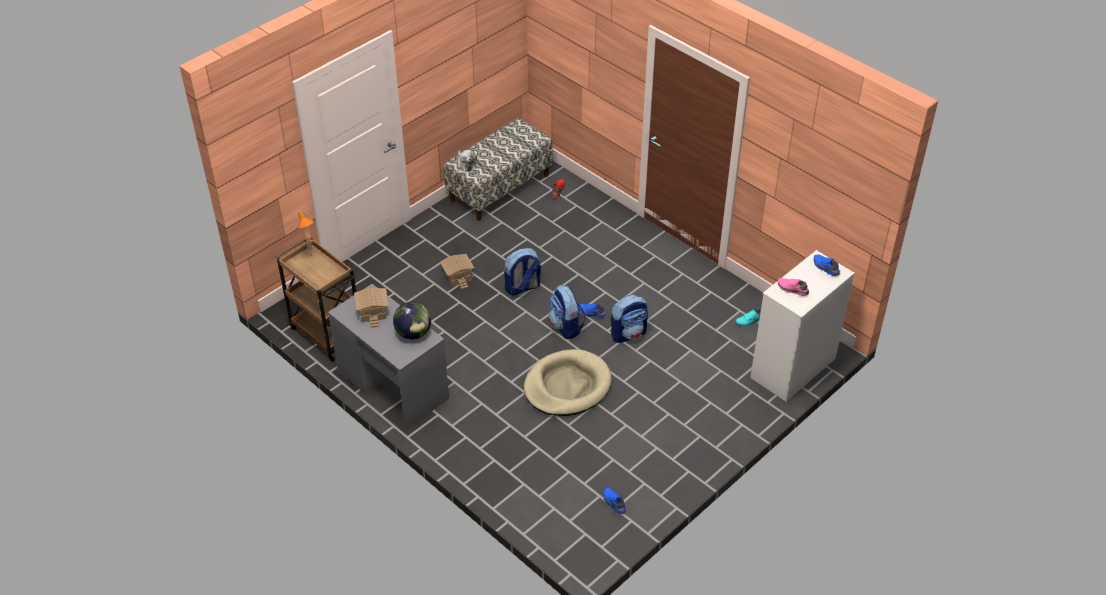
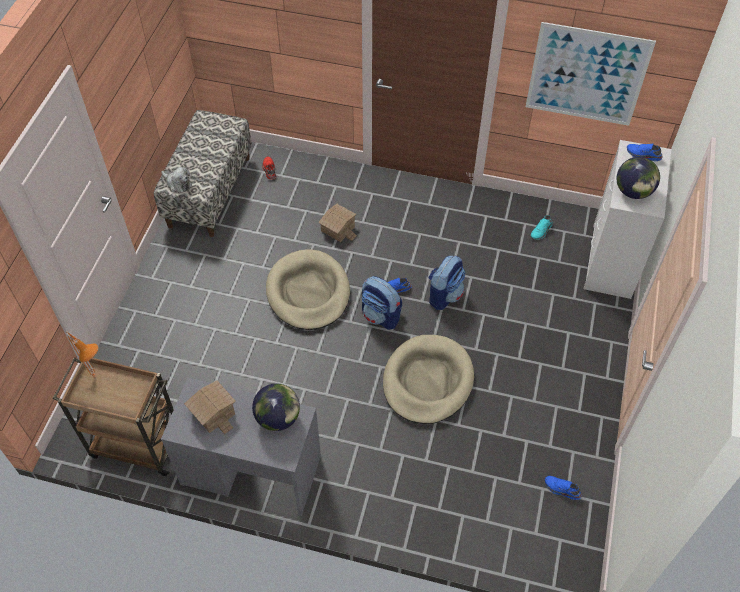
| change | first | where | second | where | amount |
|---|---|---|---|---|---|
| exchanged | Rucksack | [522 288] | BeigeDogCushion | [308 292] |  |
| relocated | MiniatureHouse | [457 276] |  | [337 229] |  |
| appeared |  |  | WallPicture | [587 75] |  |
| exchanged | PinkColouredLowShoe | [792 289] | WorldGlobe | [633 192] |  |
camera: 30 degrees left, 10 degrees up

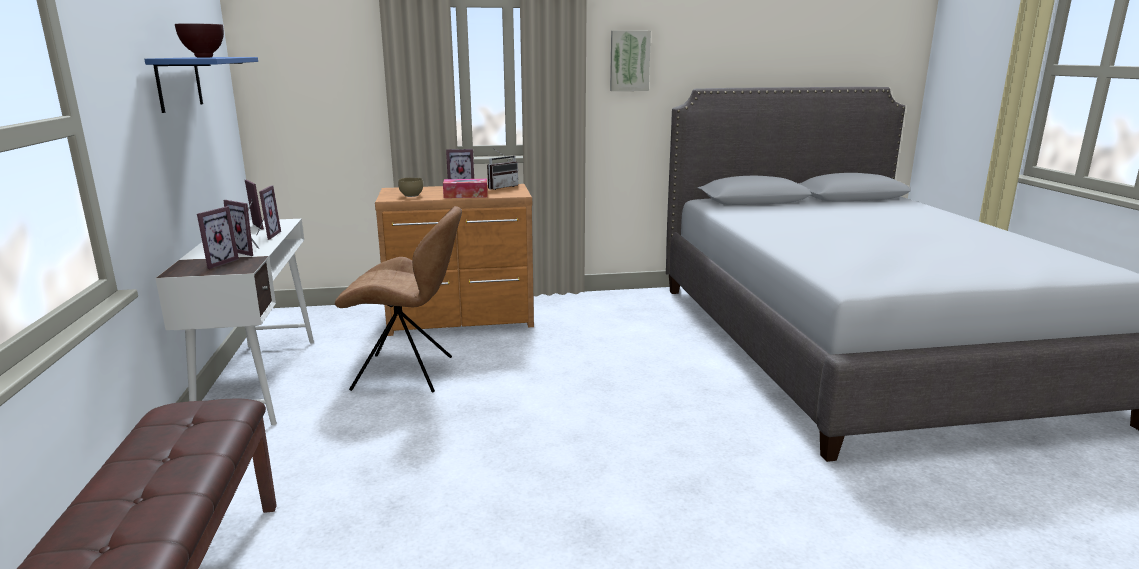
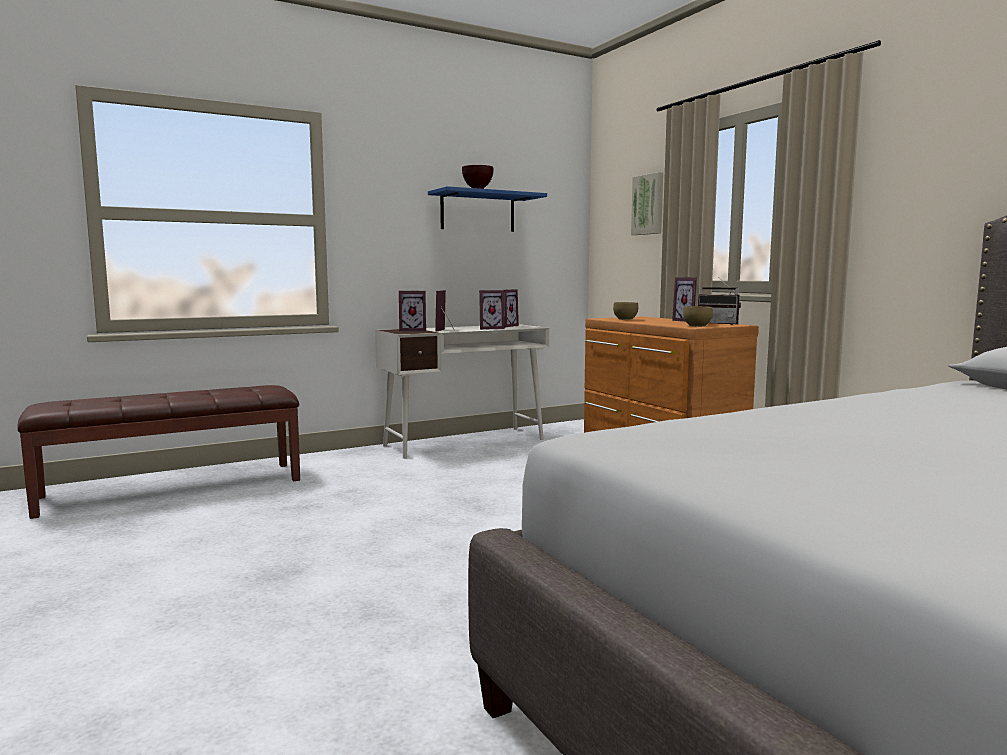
| change | first | where | second | where | amount |
|---|---|---|---|---|---|
| relocated | WallPicture | [629 61] |  | [648 204] |  |
| appeared |  |  | BrownColouredDeepDish | [698 326] |  |
| missing | BrownColouredChair | [407 373] |  |  |  |
| missing | TissueHolder | [465 195] |  |  |  |
camera: 70 degrees right, 10 degrees down

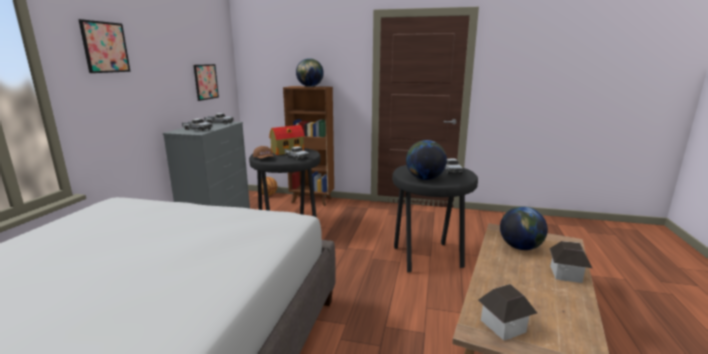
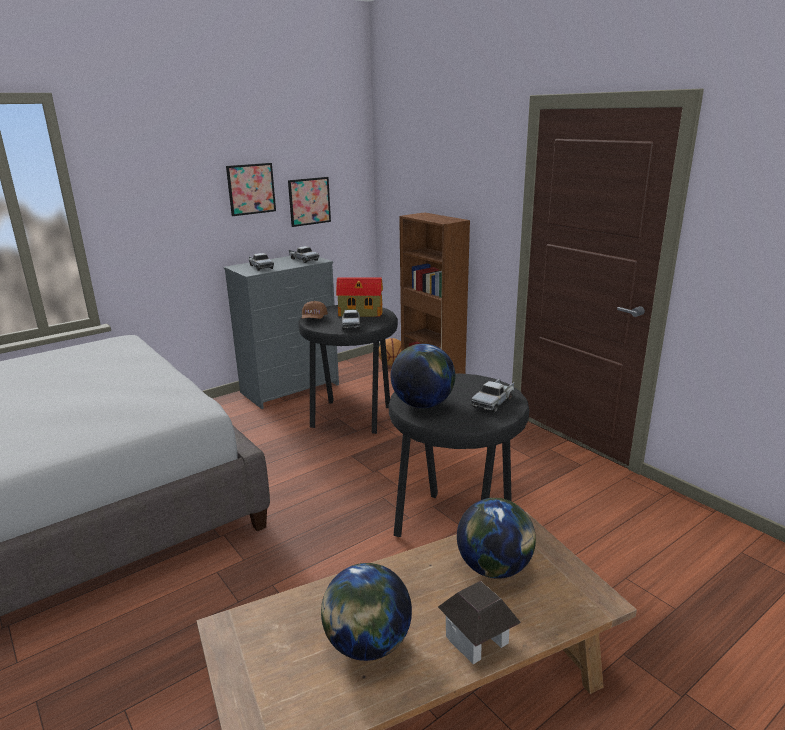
| change | first | where | second | where | amount |
|---|---|---|---|---|---|
| relocated | WallPicture | [105 47] |  | [251 189] |  |
| relocated | WorldGlobe | [310 86] |  | [367 644] |  |
| missing | MiniatureHouse | [503 326] |  |  |  |
camera: 40 degrees right, 5 degrees up

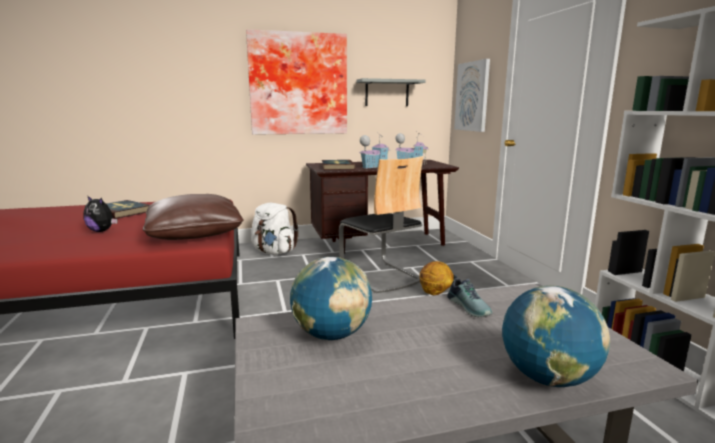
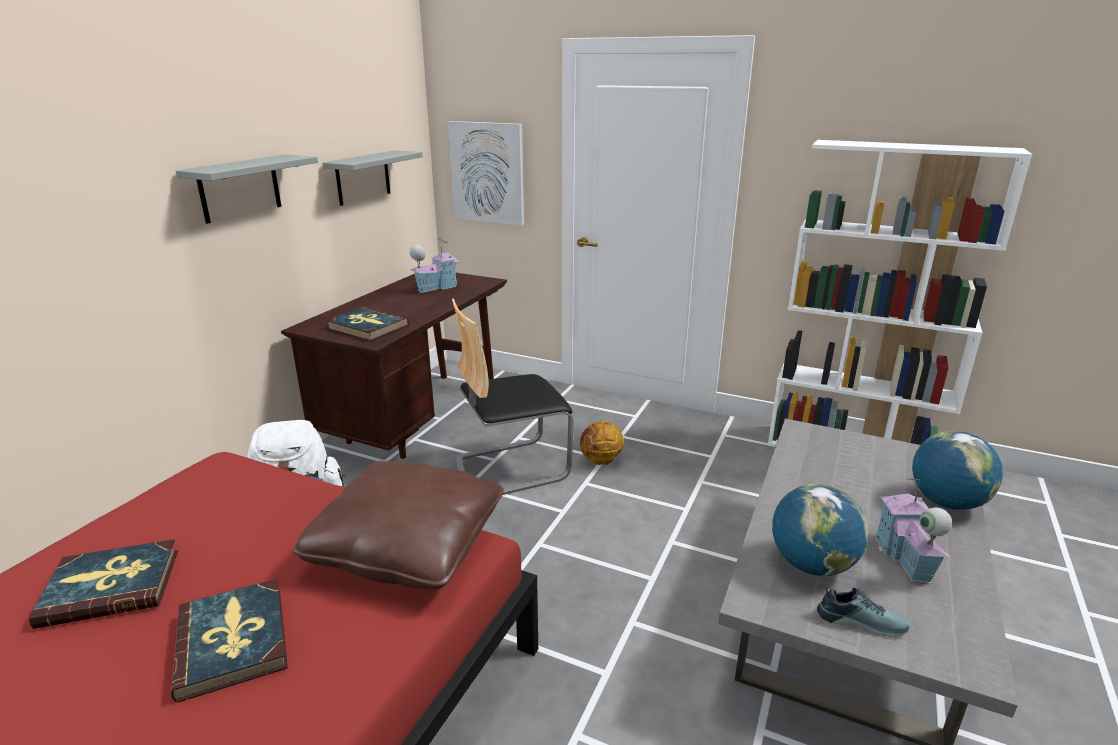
| change | first | where | second | where | amount |
|---|---|---|---|---|---|
| exchanged | PlushToy | [102 231] | Volume | [233 641] |  |
| exchanged | WallPicture | [298 84] | GreyishWallShelf | [240 188] |  |
| spun | Chair | [380 276] |  | [511 467] | 150 degrees clockwise |
| relocated | LowShoe | [470 307] |  | [860 620] |  |
| relocated | MiniatureHouse | [374 167] |  | [904 558] |  |
camera: 50 degrees left, 10 degrees up

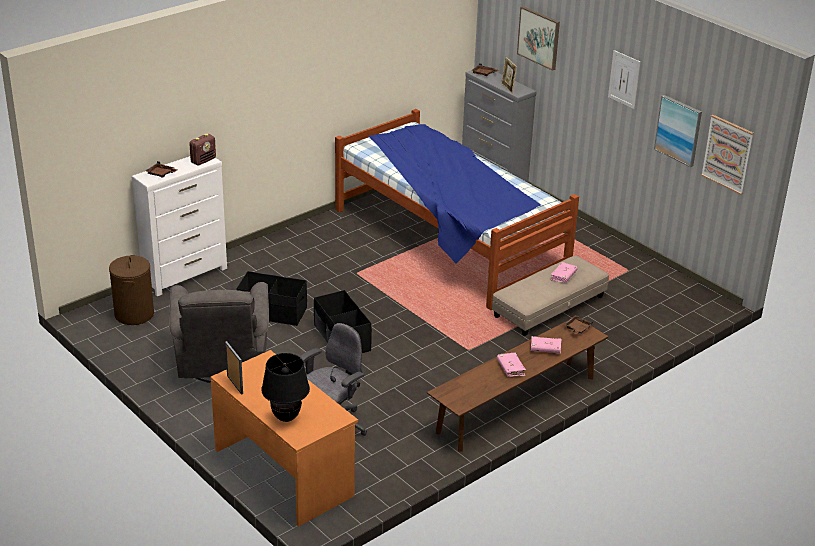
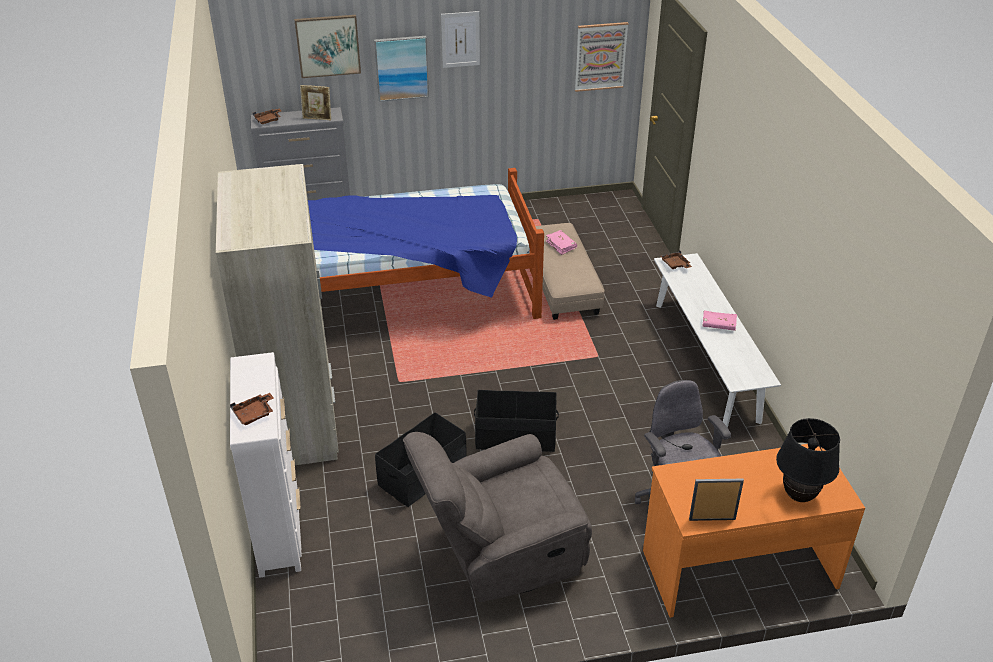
| change | first | where | second | where | amount |
|---|---|---|---|---|---|
| appeared |  |  | BeigeWardrobe | [297 417] |  |
| relocated | WallPicture | [678 130] |  | [401 68] |  |
| spun | GreyishArmchair | [221 365] |  | [500 555] | 135 degrees clockwise |
| colour | BrownColouredLongSeat | [516 404] | WhiteLongSeat | [705 360] |  |
| missing | BrownColouredWashingBasket | [134 314] |  |  |  |
| missing | Radio | [203 160] |  |  |  |
| missing | PinkColouredVolume | [545 349] |  |  |  |
camera: 60 degrees left, 5 degrees up

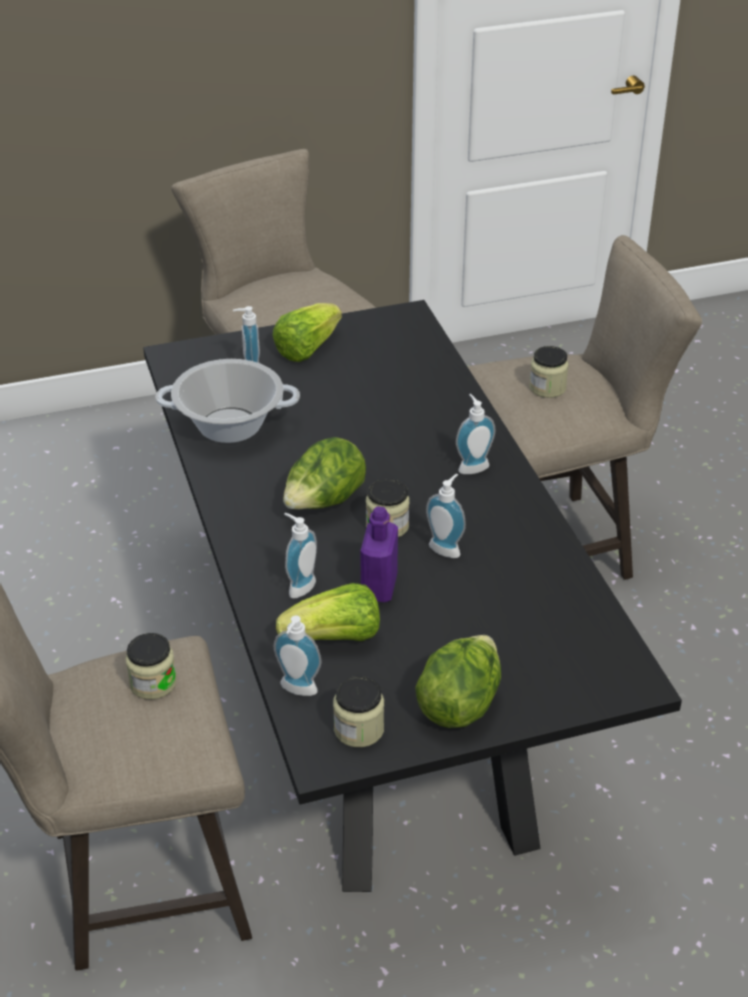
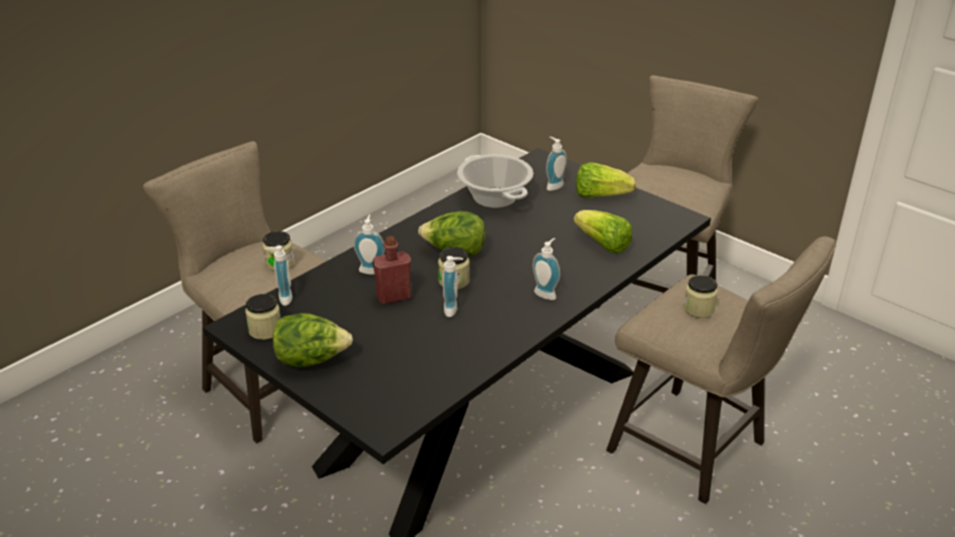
| change | first | where | second | where | amount |
|---|---|---|---|---|---|
| colour | PurpleColouredDrinkBottle | [379 587] | ReddishDrinkBottle | [394 297] |  |
| relocated | Lettuce | [335 638] |  | [602 245] |  |
camera: 60 degrees right, 5 degrees down

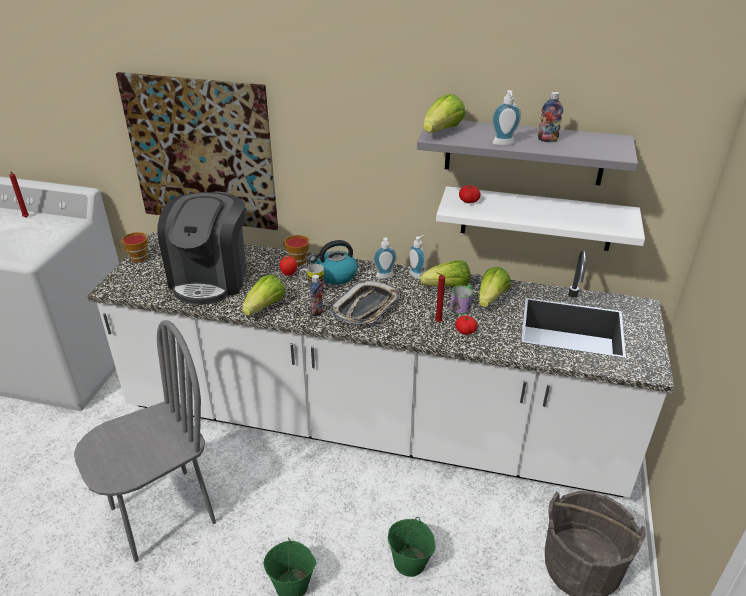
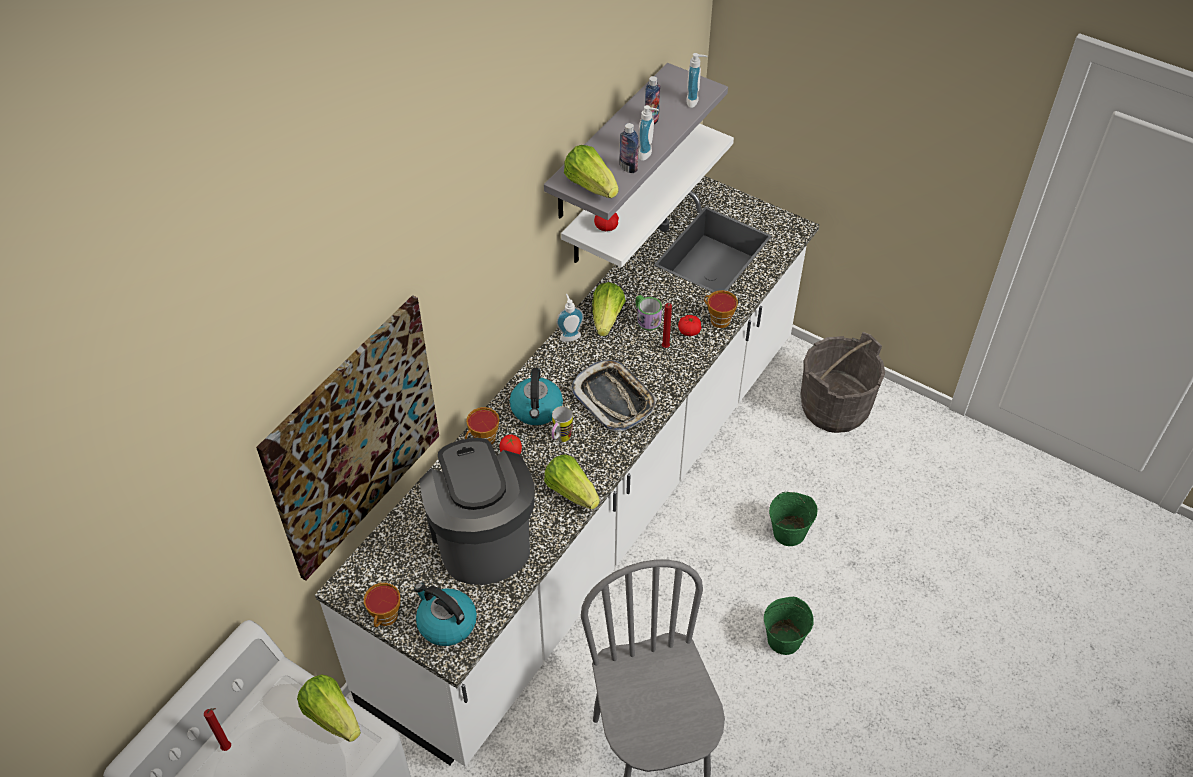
| change | first | where | second | where | amount |
|---|---|---|---|---|---|
| relocated | Lettuce | [491 299] |  | [332 716] |  |
| appeared |  |  | TeaKettle | [446 623] |  |
| spun | CoffeeMaker | [210 278] |  | [481 537] | 135 degrees counterclockwise |
| relocated | DrinkBottle | [317 312] |  | [628 167] |  |
| relocated | SoapDispenser | [385 277] |  | [695 101] |  |
| appeared |  |  | DrinkingCup | [717 319] |  |
camera: 70 degrees left, 15 degrees up

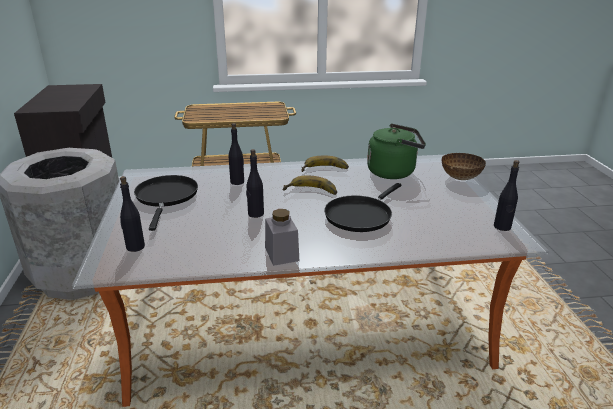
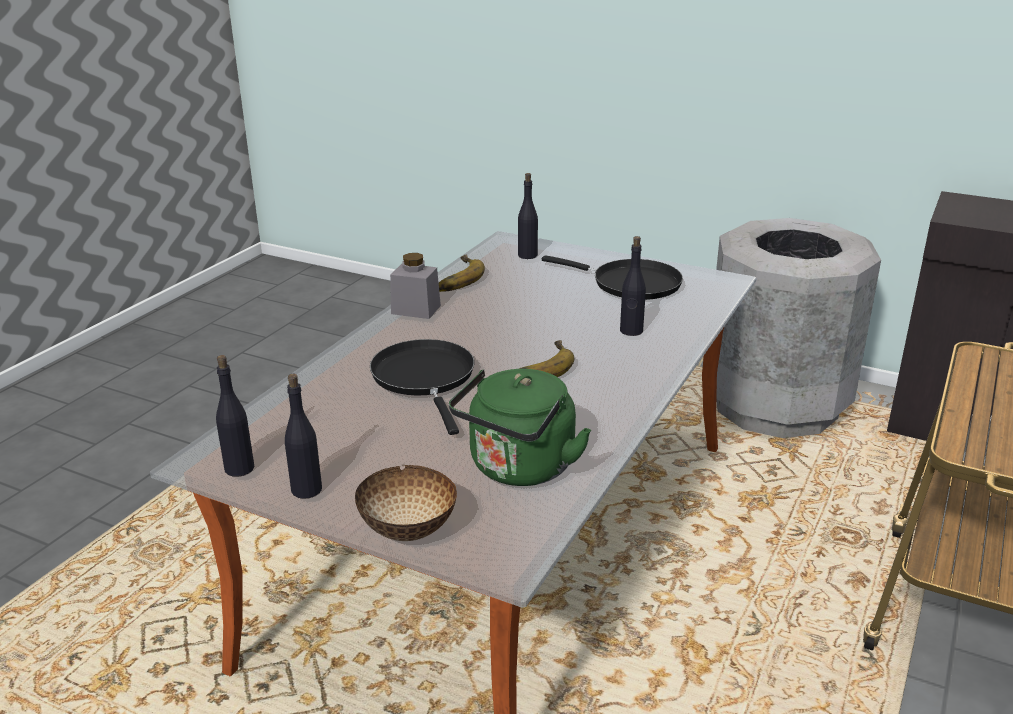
| change | first | where | second | where | amount |
|---|---|---|---|---|---|
| relocated | BlackishDrinkBottle | [255 214] |  | [307 489] |  |
| relocated | WholeBanana | [325 170] |  | [454 278] |  |
camera: 125 degrees right, 0 degrees up

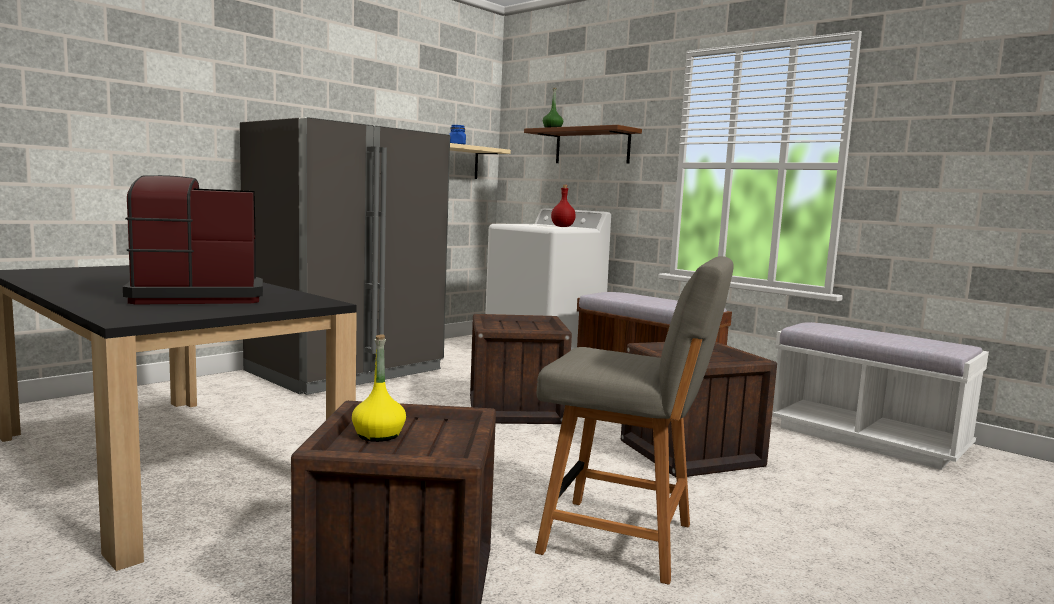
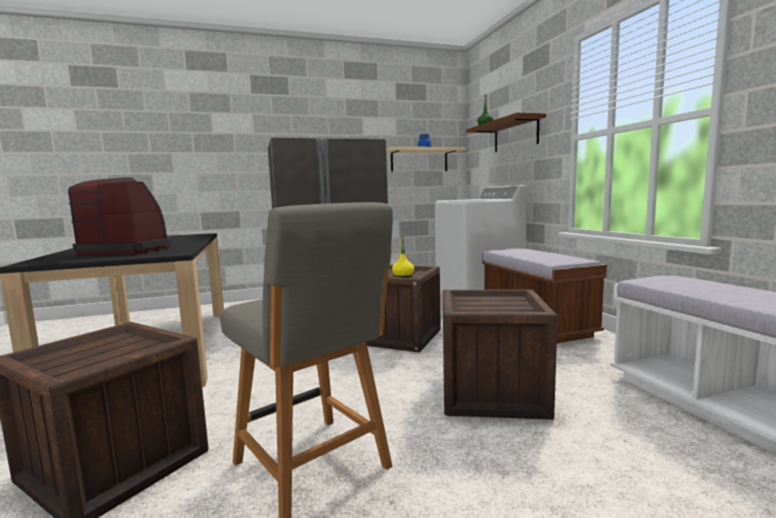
| change | first | where | second | where | amount |
|---|---|---|---|---|---|
| relocated | YellowishDrinkBottle | [378 435] |  | [403 276] |  |
| missing | ReddishDrinkBottle | [563 227] |  |  |  |
camera: 30 degrees right, 0 degrees up

